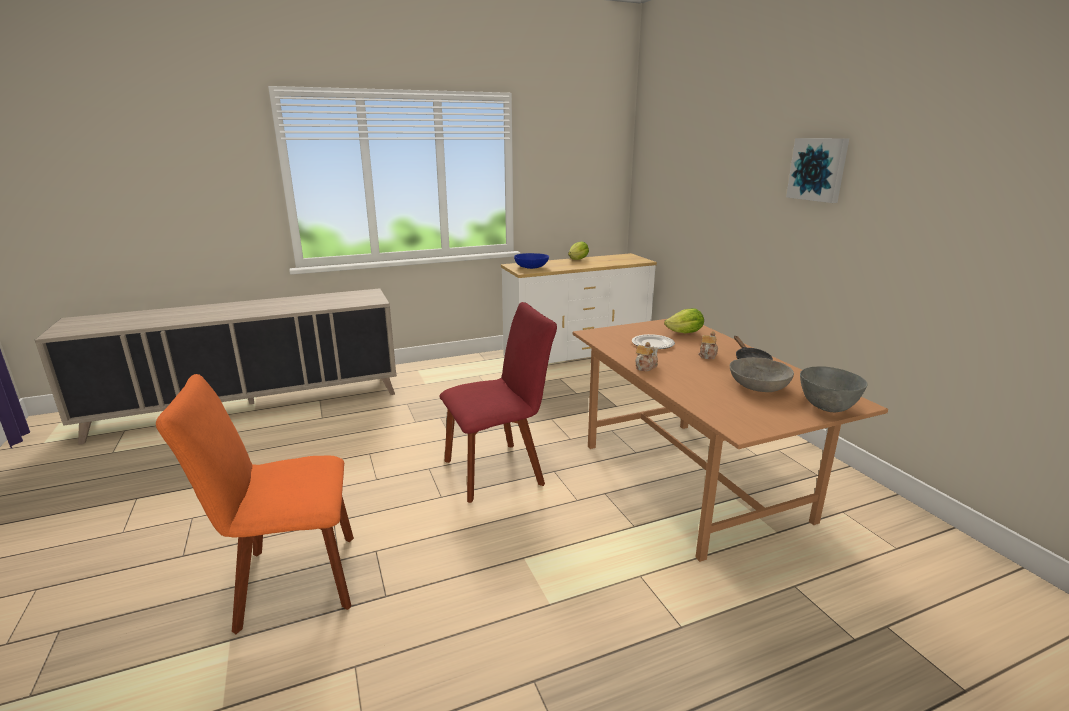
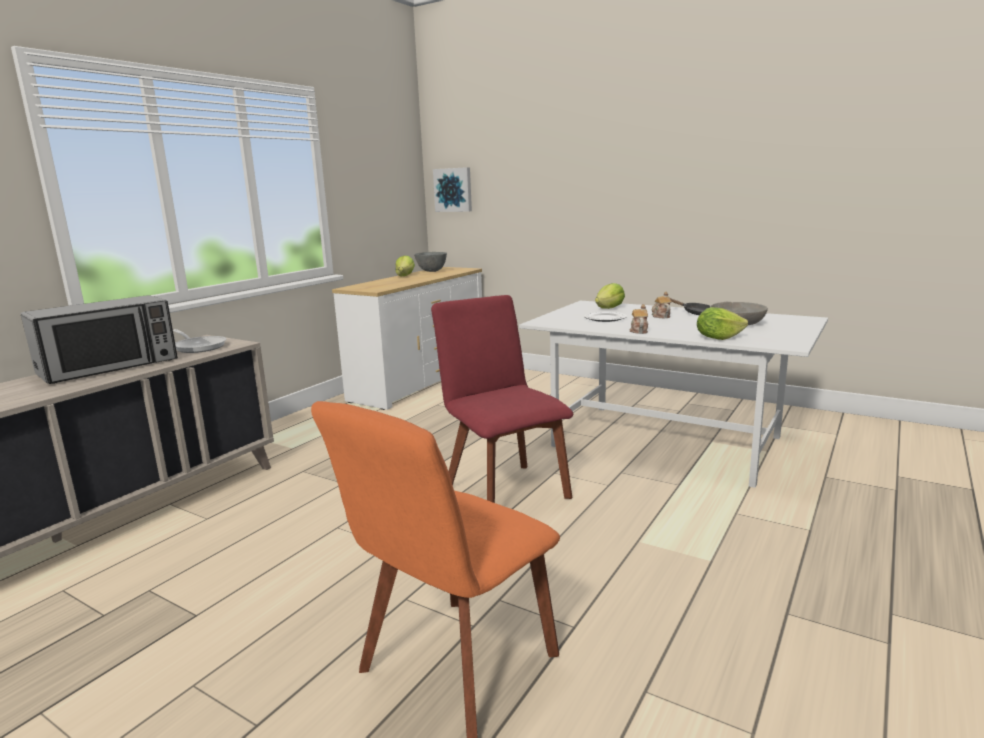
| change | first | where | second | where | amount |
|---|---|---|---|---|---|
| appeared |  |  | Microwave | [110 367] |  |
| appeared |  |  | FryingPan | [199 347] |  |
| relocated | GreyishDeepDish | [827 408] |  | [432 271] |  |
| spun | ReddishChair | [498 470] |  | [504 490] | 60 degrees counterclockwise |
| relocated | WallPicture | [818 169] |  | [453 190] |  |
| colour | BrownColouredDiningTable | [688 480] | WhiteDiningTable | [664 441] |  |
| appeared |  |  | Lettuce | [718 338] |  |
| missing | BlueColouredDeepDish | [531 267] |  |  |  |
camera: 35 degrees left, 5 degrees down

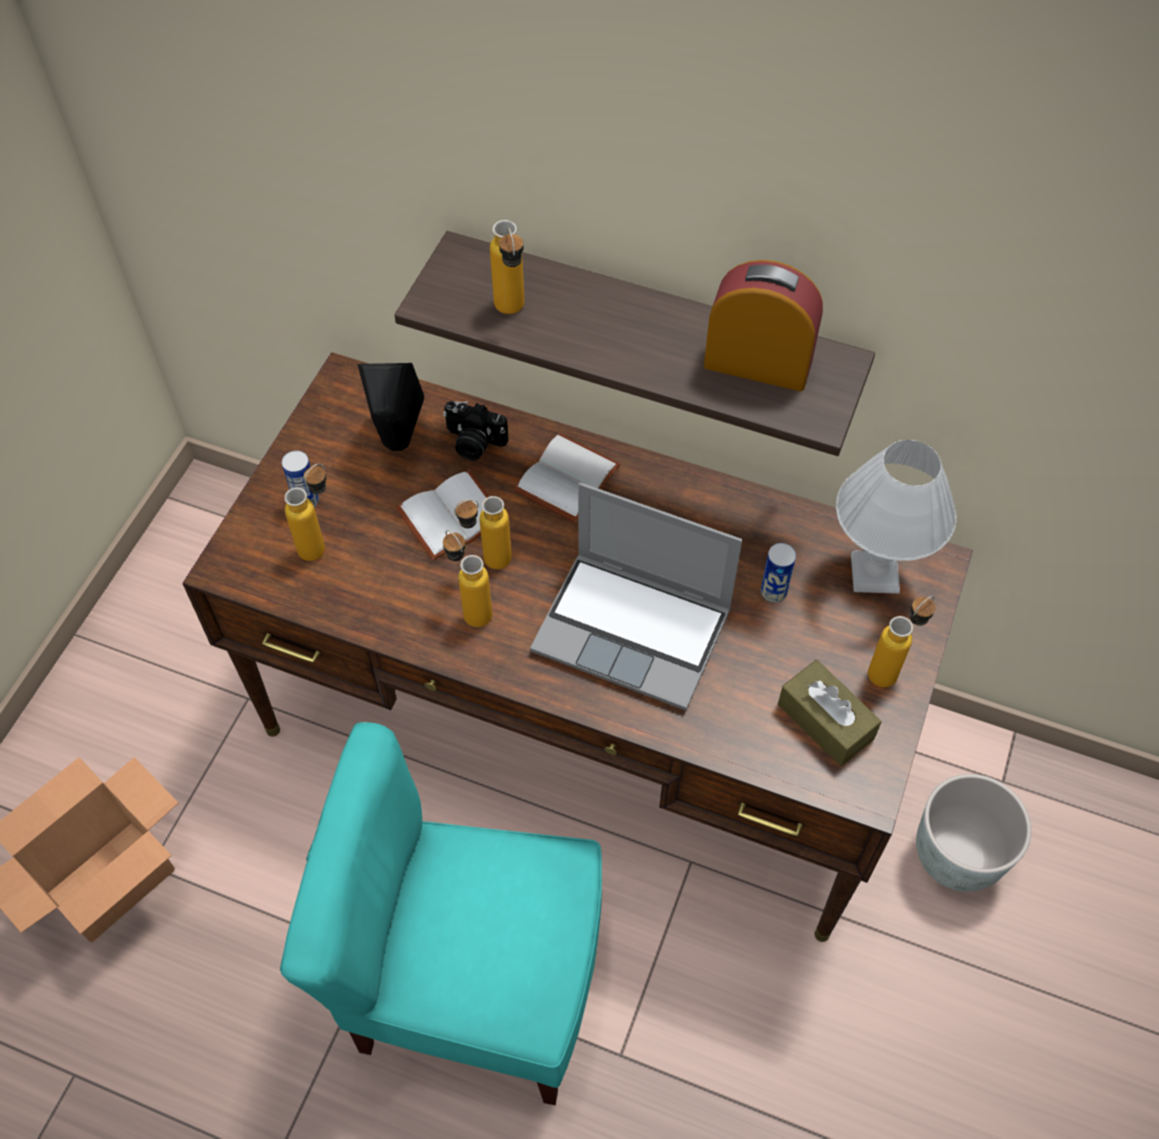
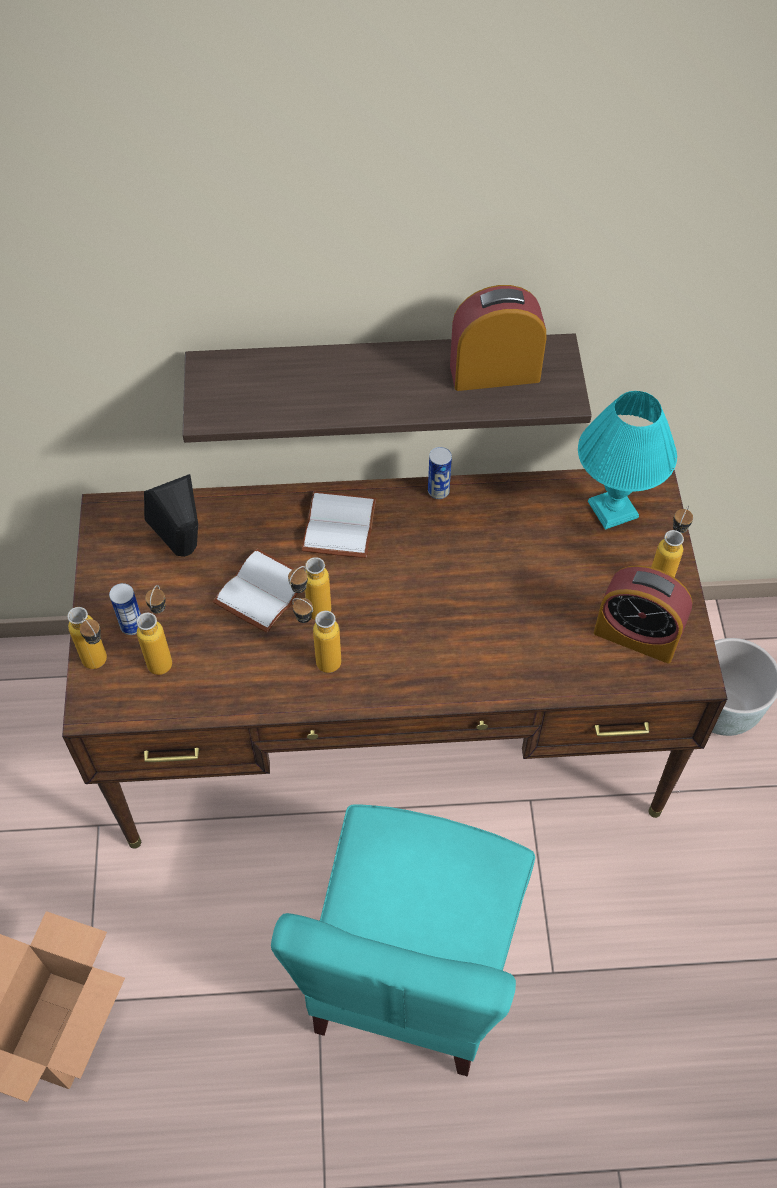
| change | first | where | second | where | amount |
|---|---|---|---|---|---|
| relocated | DrinkBottle | [512 313] |  | [100 666] |  |
| spun | TurquoiseColouredChair | [476 983] |  | [413 970] | 60 degrees counterclockwise |
| relocated | Can | [773 592] |  | [438 491] |  |
| colour | WhiteTabletopLamp | [876 573] | TurquoiseColouredTabletopLamp | [613 508] |  |
| exchanged | BrownColouredTissueHolder | [825 721] | AlarmClock | [637 635] |  |
| missing | PhotoCamera | [473 443] |  |  |  |
| missing | PortableComputer | [635 630] |  |  |  |
camera: 25 degrees left, 0 degrees up

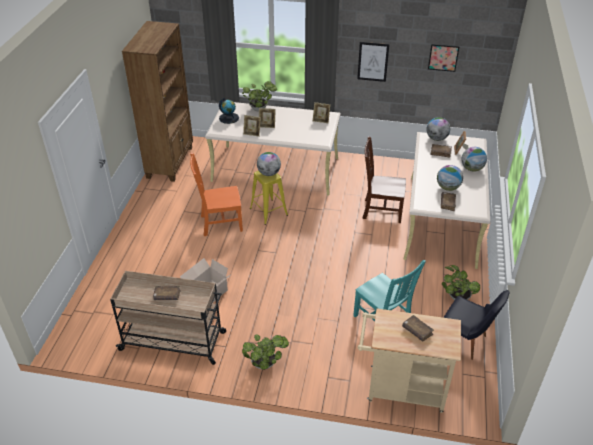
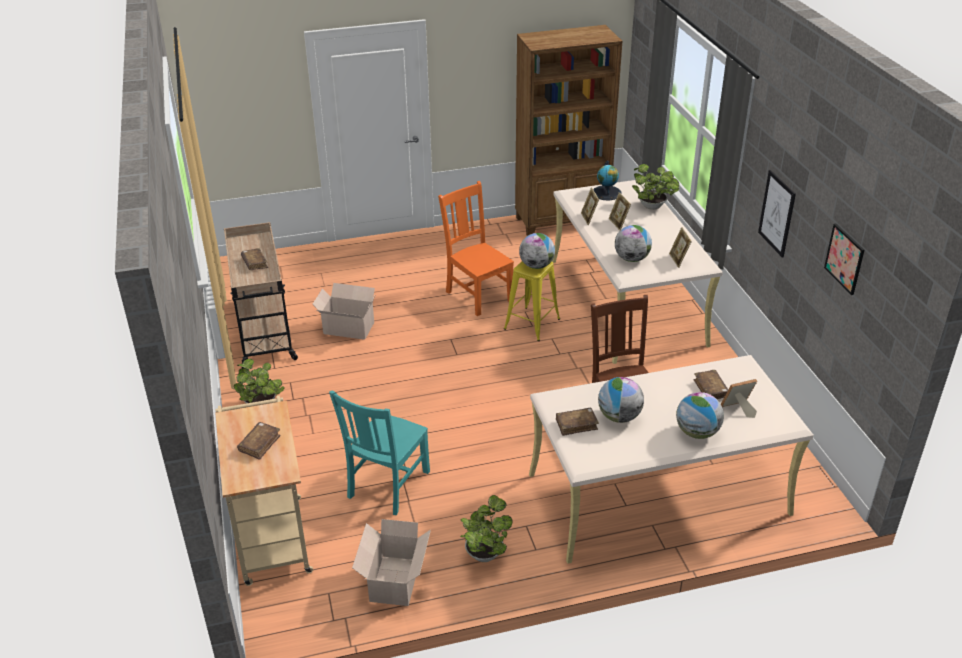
| change | first | where | second | where | amount |
|---|---|---|---|---|---|
| exchanged | BlackishChair | [465 341] | CardboardBox | [394 582] |  |
| relocated | WorldGlobe | [436 138] |  | [631 259] |  |
camera: 65 degrees right, 5 degrees down

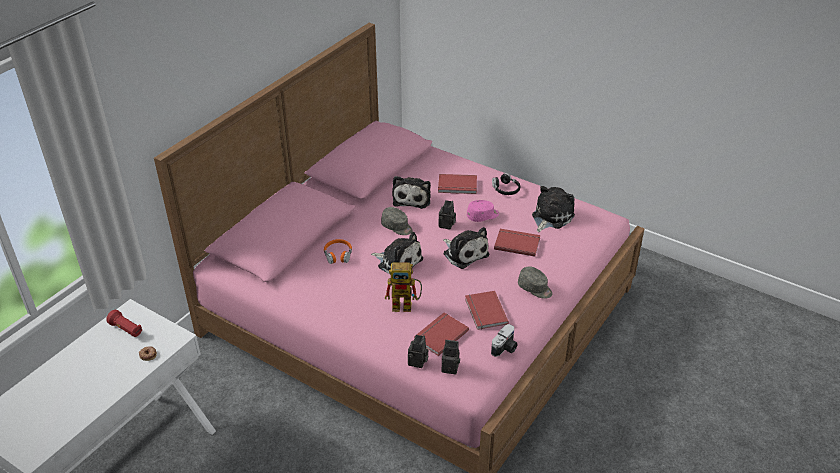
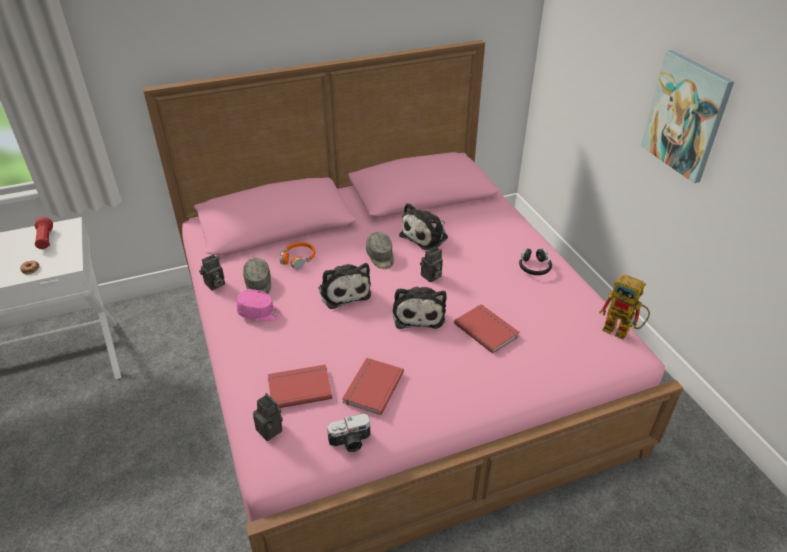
| change | first | where | second | where | amount |
|---|---|---|---|---|---|
| relocated | PhotoCamera | [418 362] |  | [214 285] |  |
| relocated | PinkColouredPeakedCap | [483 216] |  | [260 312] |  |
| relocated | GreyishPeakedCap | [535 288] |  | [258 285] |  |
| relocated | ModelRobot | [406 305] |  | [622 331] |  |
| appeared |  |  | WallPicture | [686 116] |  |
| missing | ReddishVolume | [457 186] |  |  |  |
| missing | PlushToy | [550 217] |  |  |  |
camera: 35 degrees right, 0 degrees up

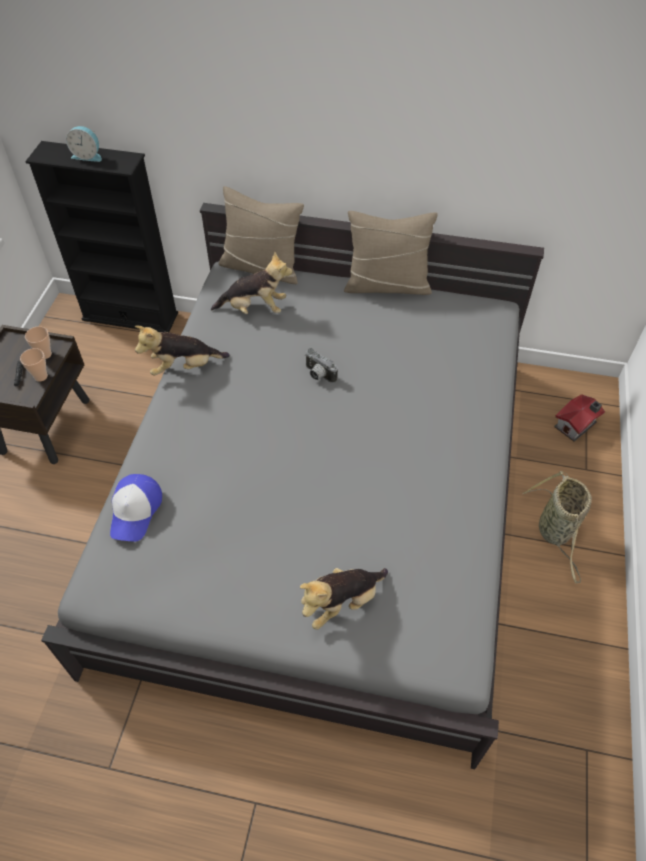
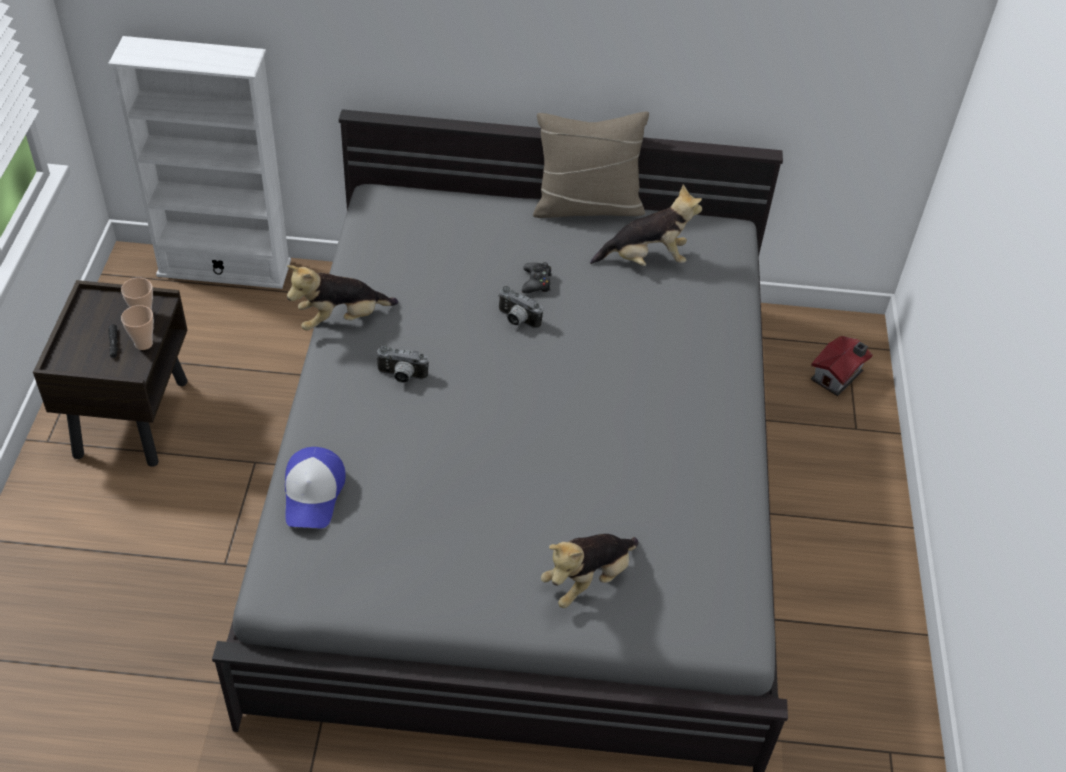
| change | first | where | second | where | amount |
|---|---|---|---|---|---|
| colour | BlackishBookcase | [130 316] | WhiteBookcase | [224 268] |  |
| appeared |  |  | PhotoCamera | [401 377] |  |
| appeared |  |  | BlackishGameController | [536 282] |  |
| relocated | PlushToy | [254 309] |  | [646 259] |  |
| missing | AlarmClock | [88 156] |  |  |  |
| missing | BeigeCushion | [261 268] |  |  |  |
| missing | HouseholdBasket | [555 532] |  |  |  |
camera: 10 degrees left, 5 degrees down

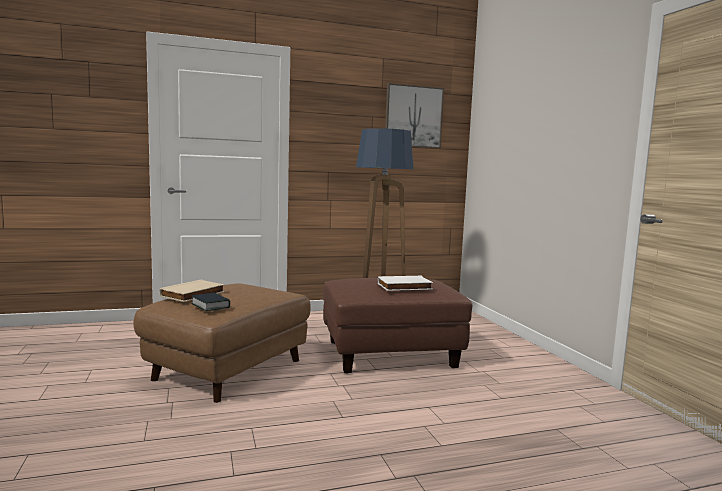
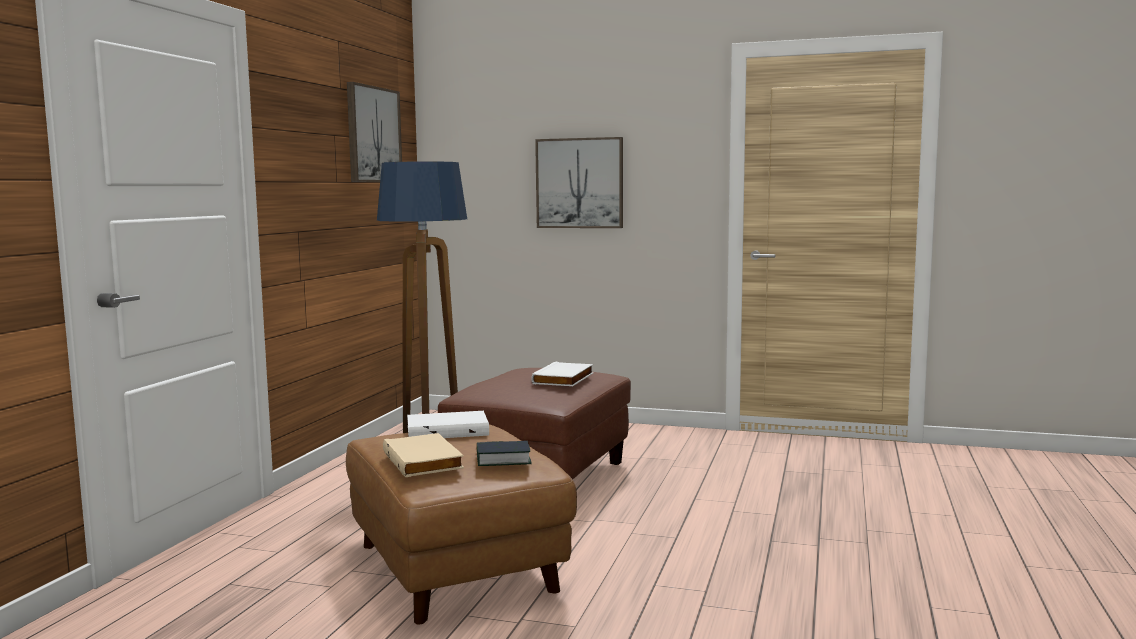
| change | first | where | second | where | amount |
|---|---|---|---|---|---|
| appeared |  |  | WhiteVolume | [448 430] |  |
| appeared |  |  | WallPicture | [579 183] |  |
camera: 55 degrees left, 0 degrees up

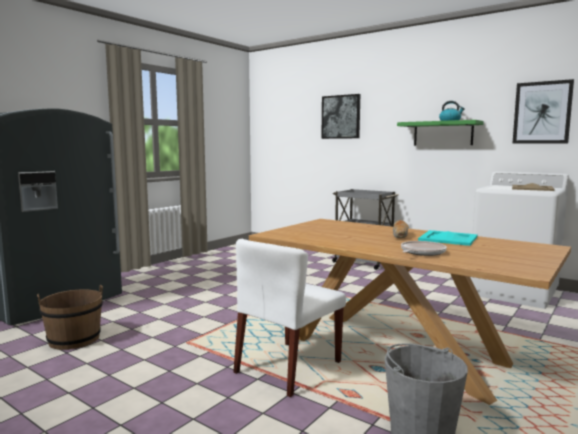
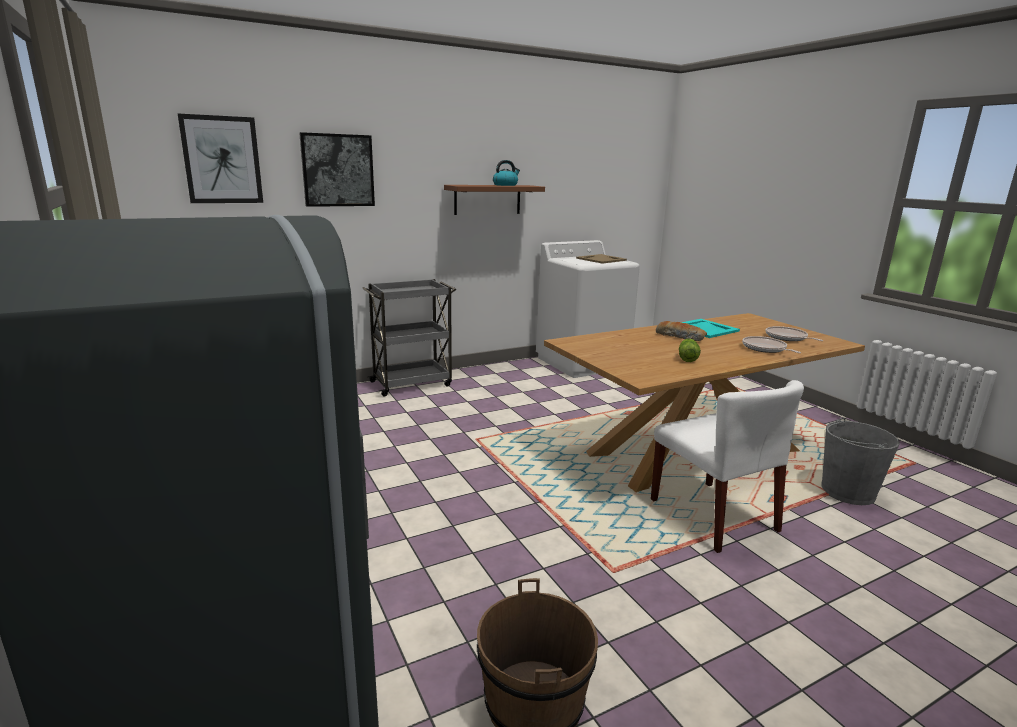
| change | first | where | second | where | amount |
|---|---|---|---|---|---|
| relocated | WallPicture | [542 112] |  | [222 160] |  |
| colour | GreenishWallShelf | [443 133] | BrownColouredWallShelf | [487 199] |  |
| appeared |  |  | Lettuce | [687 358] |  |
| appeared |  |  | FryingPan | [787 338] |  |
camera: 65 degrees left, 10 degrees up

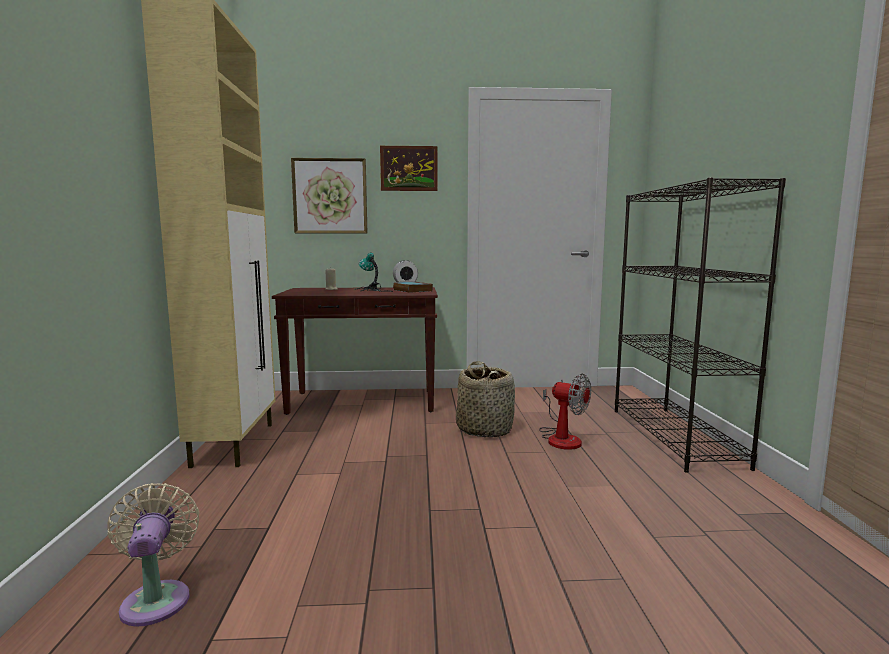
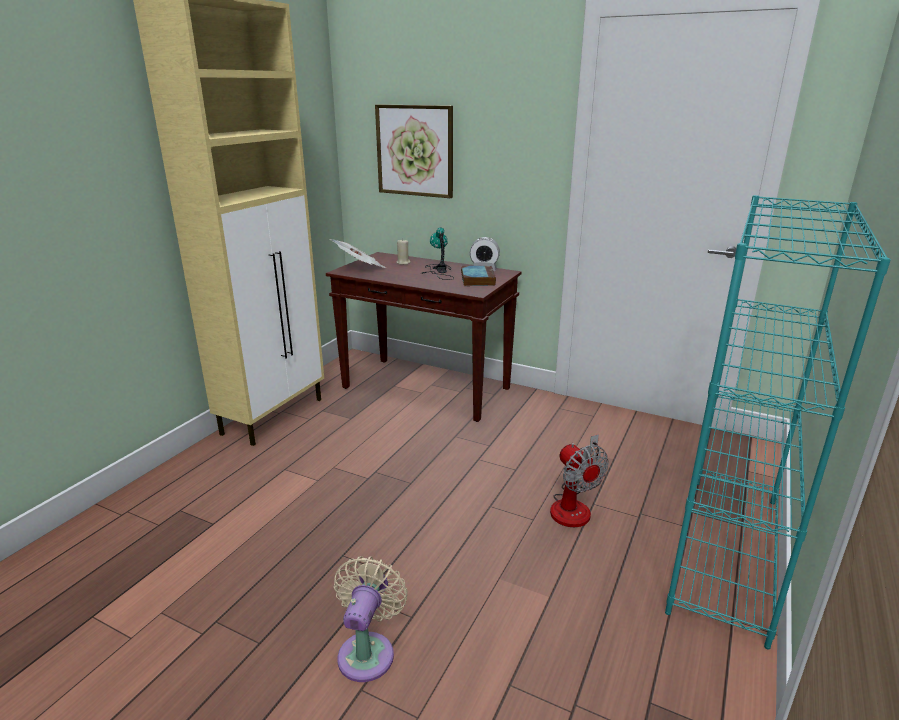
| change | first | where | second | where | amount |
|---|---|---|---|---|---|
| appeared |  |  | DailyPaper | [359 268] |  |
| relocated | BeigeFan | [157 598] |  | [368 651] |  |
| colour | BlackishBookcase | [675 437] | TurquoiseColouredBookcase | [727 552] |  |
| missing | WallPicture | [409 168] |  |  |  |
| missing | HouseholdBasket | [484 429] |  |  |  |
camera: 30 degrees right, 15 degrees up

